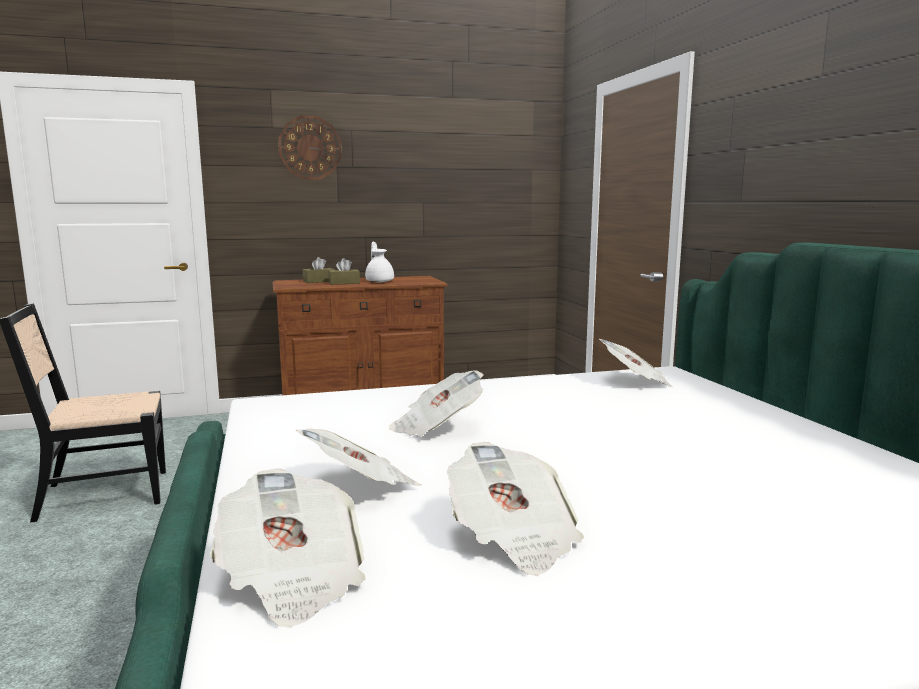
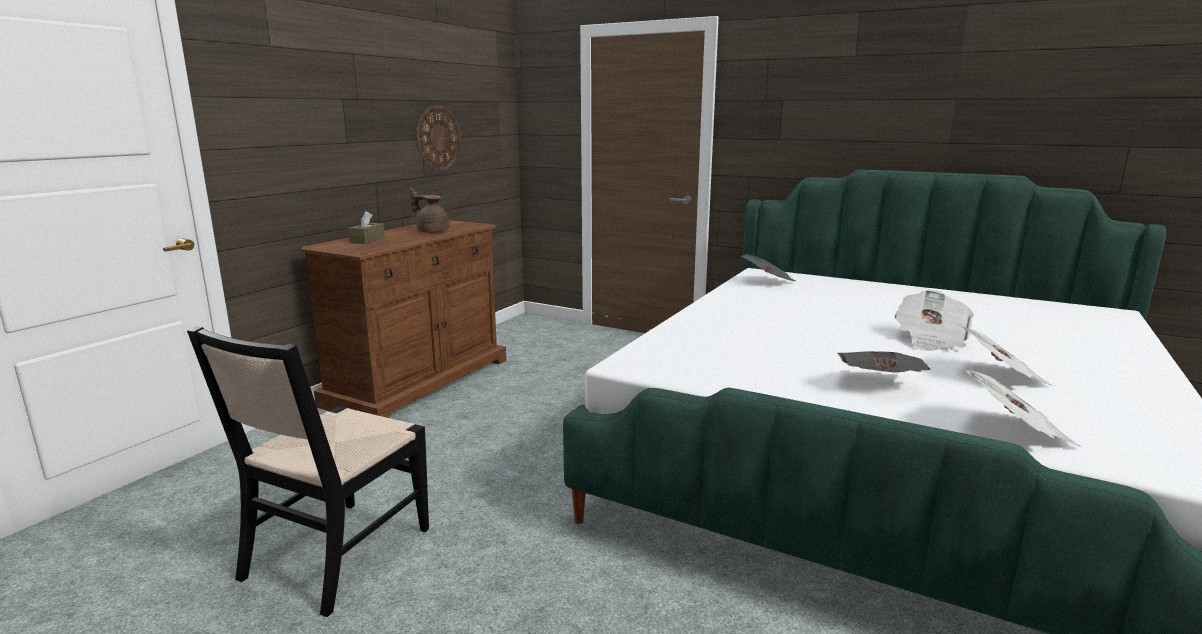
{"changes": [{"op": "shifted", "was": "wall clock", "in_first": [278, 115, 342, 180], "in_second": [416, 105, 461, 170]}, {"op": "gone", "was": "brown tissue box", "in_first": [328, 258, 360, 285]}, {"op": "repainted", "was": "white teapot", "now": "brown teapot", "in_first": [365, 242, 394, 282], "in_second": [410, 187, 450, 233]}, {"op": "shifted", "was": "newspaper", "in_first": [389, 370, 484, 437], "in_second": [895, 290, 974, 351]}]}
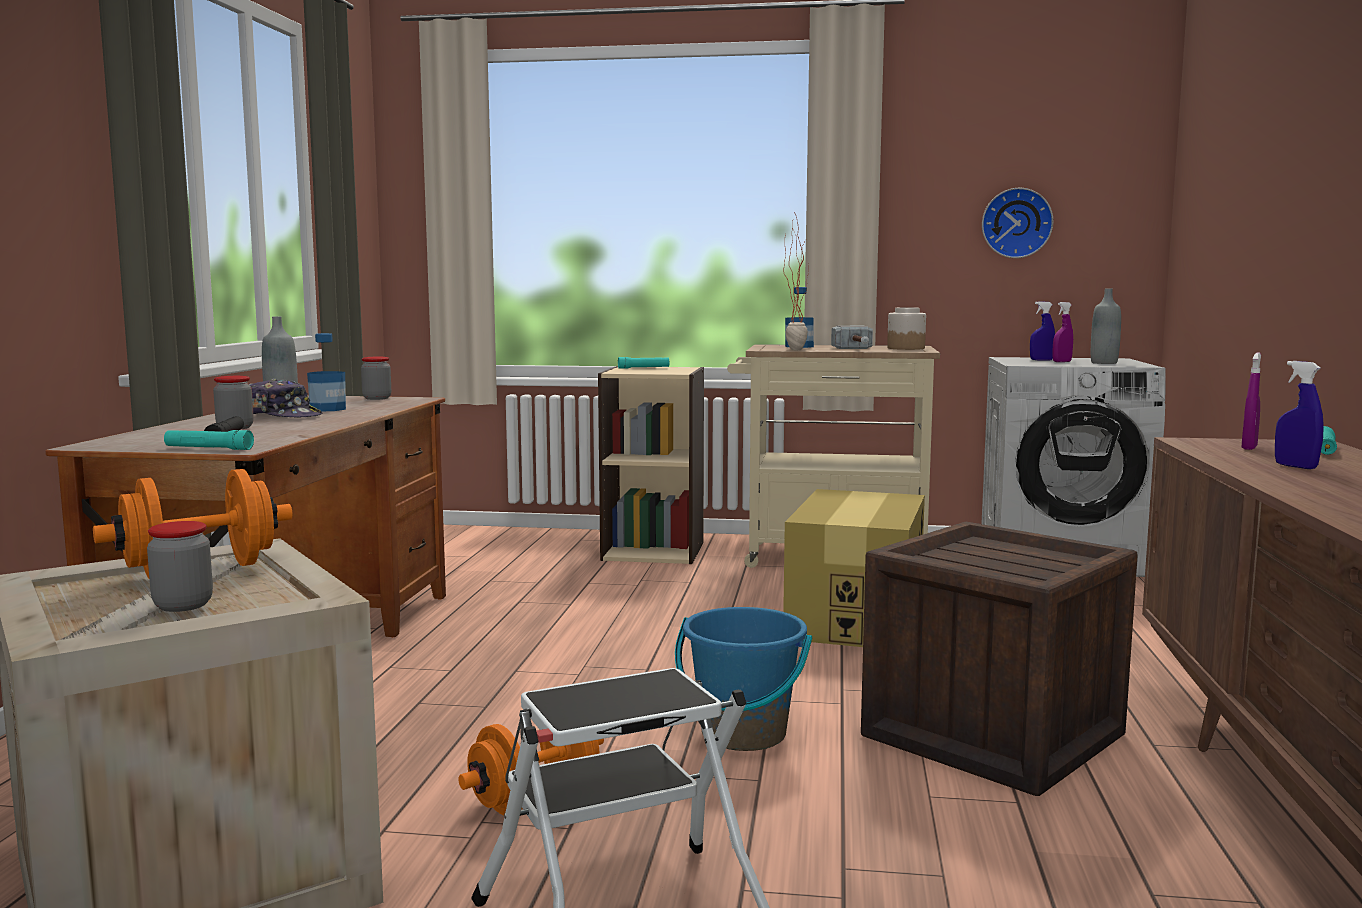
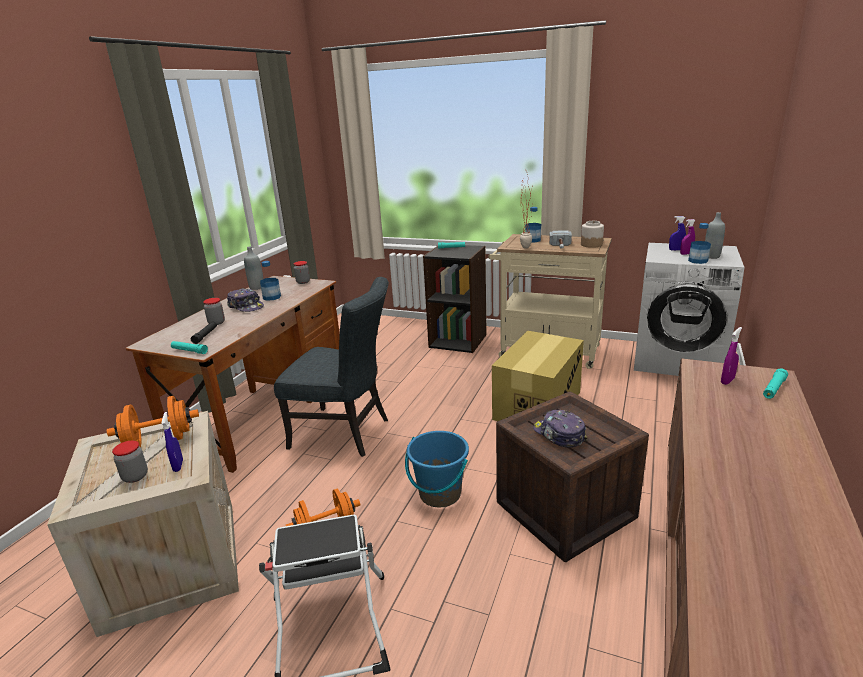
{"changes": [{"op": "repainted", "was": "beige bookcase", "now": "black bookcase", "in_first": [598, 366, 704, 564], "in_second": [423, 245, 487, 353]}, {"op": "gone", "was": "wall clock", "in_first": [982, 188, 1053, 258]}, {"op": "shifted", "was": "blue spray bottle", "in_first": [1275, 361, 1324, 469], "in_second": [161, 412, 183, 472]}, {"op": "new", "now": "grey chair", "in_second": [274, 277, 389, 457]}, {"op": "new", "now": "cap", "in_second": [533, 410, 588, 448]}, {"op": "new", "now": "bottle", "in_second": [688, 223, 711, 264]}]}
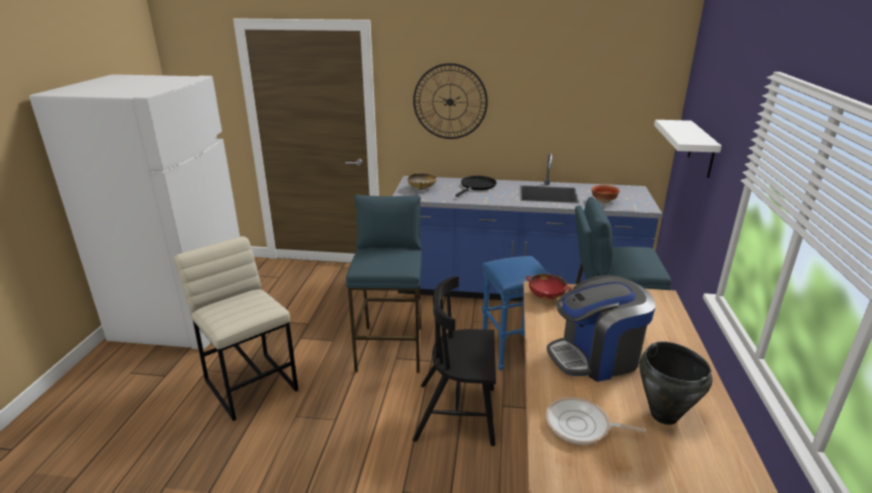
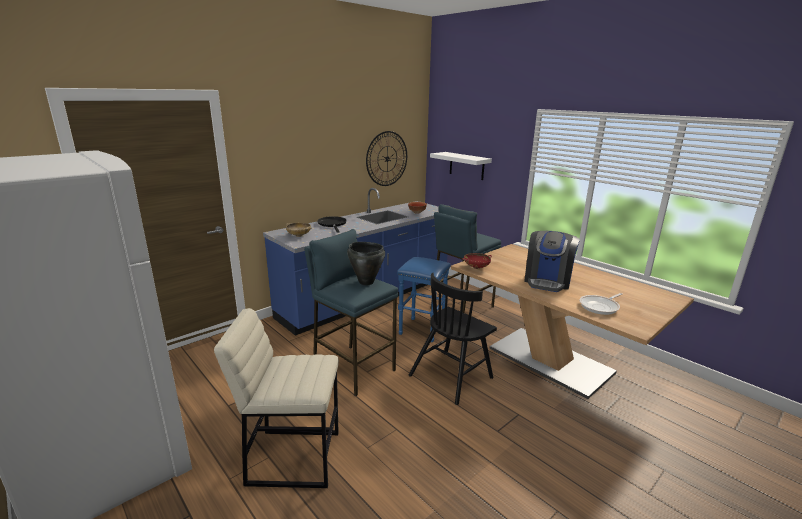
{"changes": [{"op": "shifted", "was": "wall clock", "in_first": [413, 63, 488, 139], "in_second": [366, 131, 407, 186]}, {"op": "shifted", "was": "black cooking pot", "in_first": [640, 341, 712, 425], "in_second": [347, 242, 385, 285]}]}
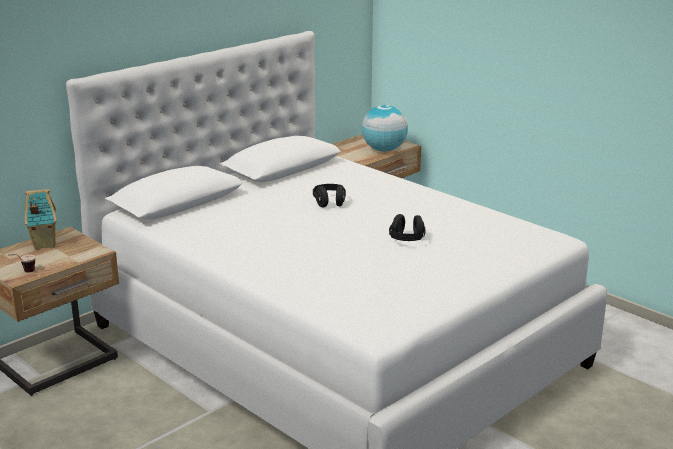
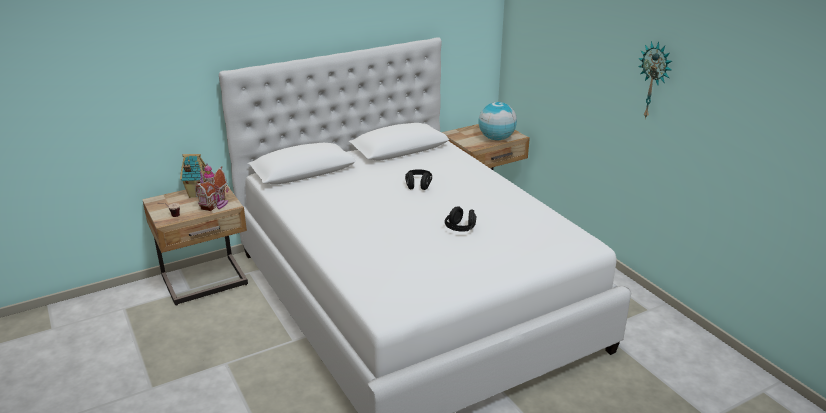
{"changes": [{"op": "new", "now": "toy house", "in_second": [195, 164, 228, 211]}, {"op": "new", "now": "wall clock", "in_second": [638, 41, 672, 119]}]}
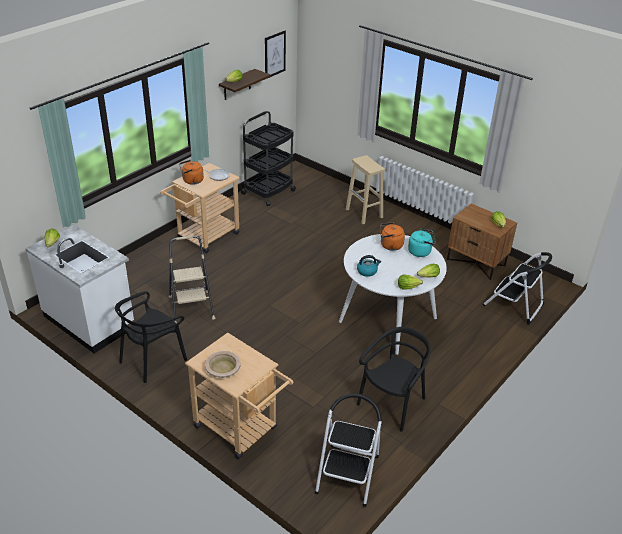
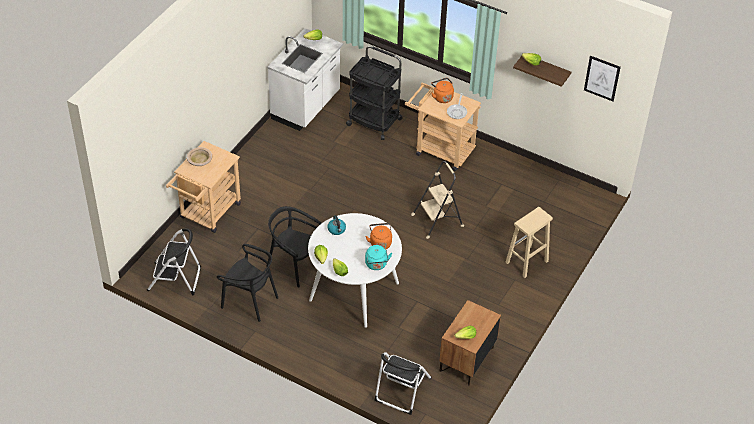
{"changes": [{"op": "shifted", "was": "black chair", "in_first": [115, 291, 187, 383], "in_second": [268, 206, 322, 287]}, {"op": "shifted", "was": "beige step ladder", "in_first": [168, 236, 216, 323], "in_second": [411, 161, 464, 239]}, {"op": "shifted", "was": "black cart", "in_first": [241, 111, 296, 206], "in_second": [346, 46, 403, 140]}]}
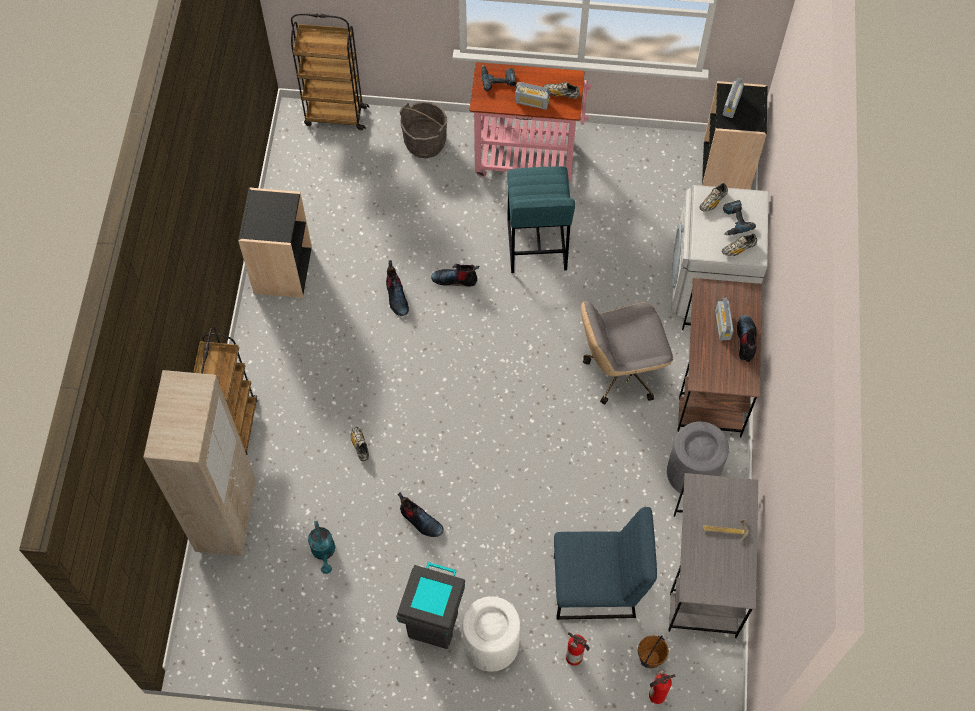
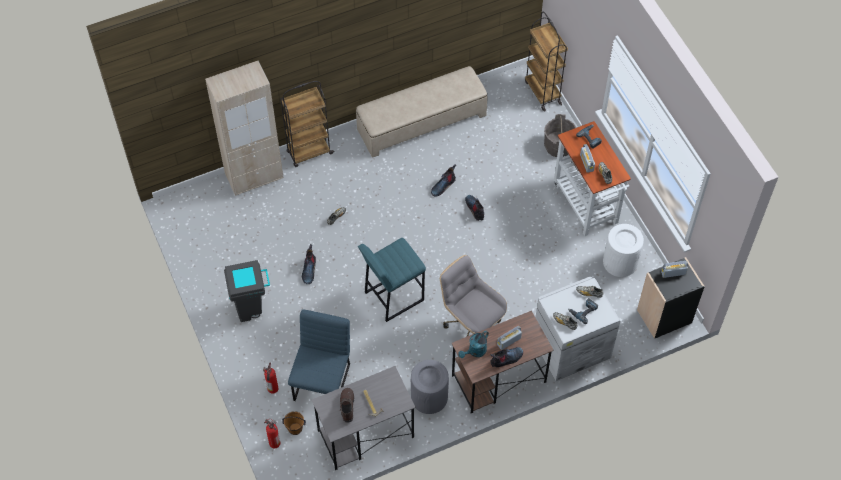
{"changes": [{"op": "swapped", "was": "black bookcase", "now": "beige bench", "in_first": [238, 187, 312, 298], "in_second": [356, 66, 488, 158]}, {"op": "shifted", "was": "turquoise watering can", "in_first": [308, 521, 335, 574], "in_second": [458, 331, 489, 358]}, {"op": "shifted", "was": "white trash can", "in_first": [462, 596, 520, 672], "in_second": [603, 224, 644, 277]}, {"op": "repainted", "was": "pink cart", "now": "white cart", "in_first": [469, 62, 591, 185], "in_second": [554, 121, 631, 236]}, {"op": "shifted", "was": "turquoise stool", "in_first": [507, 166, 575, 273], "in_second": [358, 238, 426, 322]}, {"op": "rotated", "was": "blue chair", "in_first": [554, 507, 657, 620], "in_second": [288, 309, 350, 401], "clockwise": -135}, {"op": "new", "now": "brown boot", "in_second": [339, 388, 354, 423]}]}
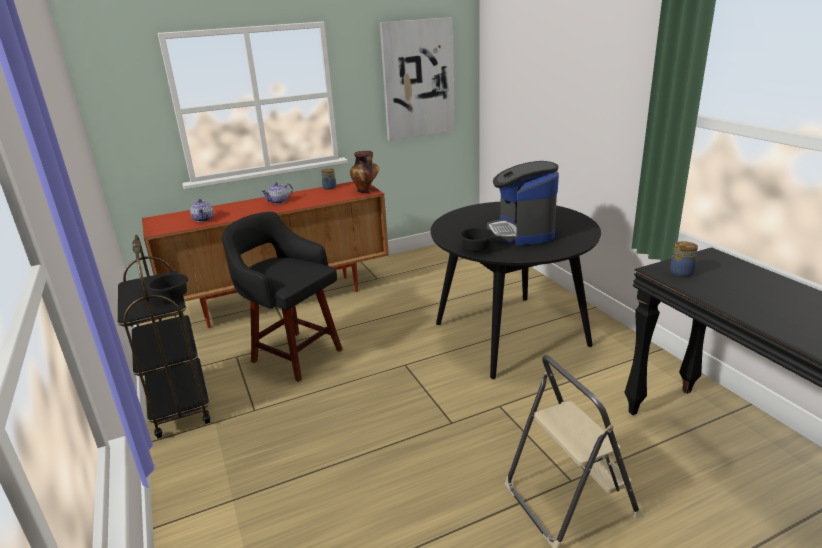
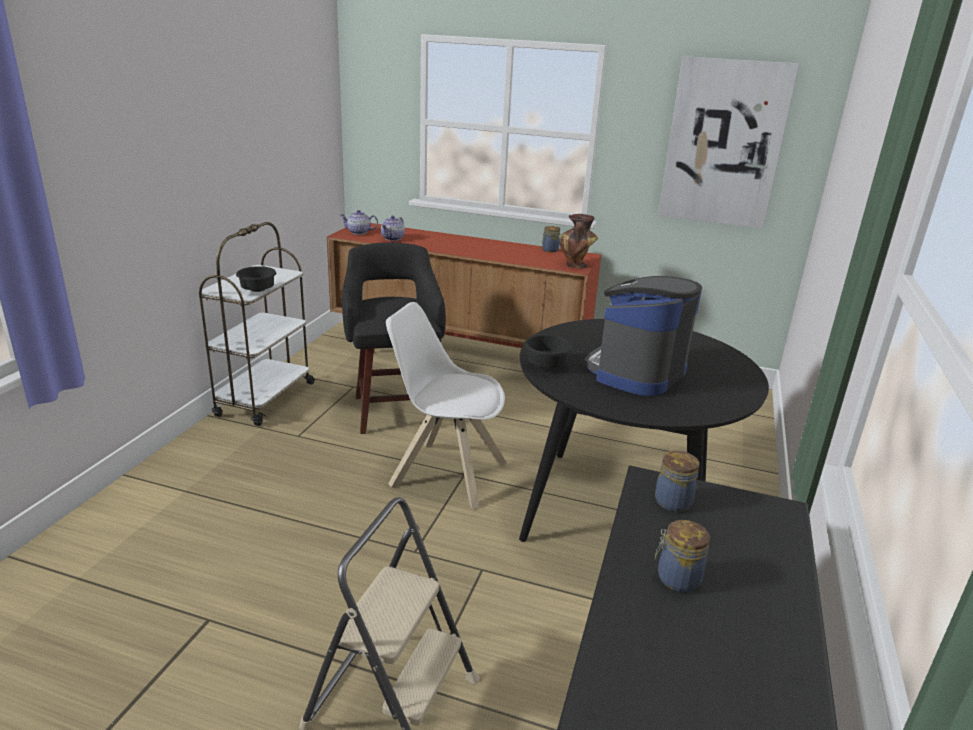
{"changes": [{"op": "repainted", "was": "black cart", "now": "white cart", "in_first": [118, 235, 210, 439], "in_second": [198, 222, 315, 426]}, {"op": "shifted", "was": "teapot", "in_first": [261, 182, 293, 204], "in_second": [340, 210, 378, 235]}, {"op": "new", "now": "white chair", "in_second": [386, 302, 507, 509]}, {"op": "new", "now": "jar", "in_second": [655, 520, 710, 592]}]}
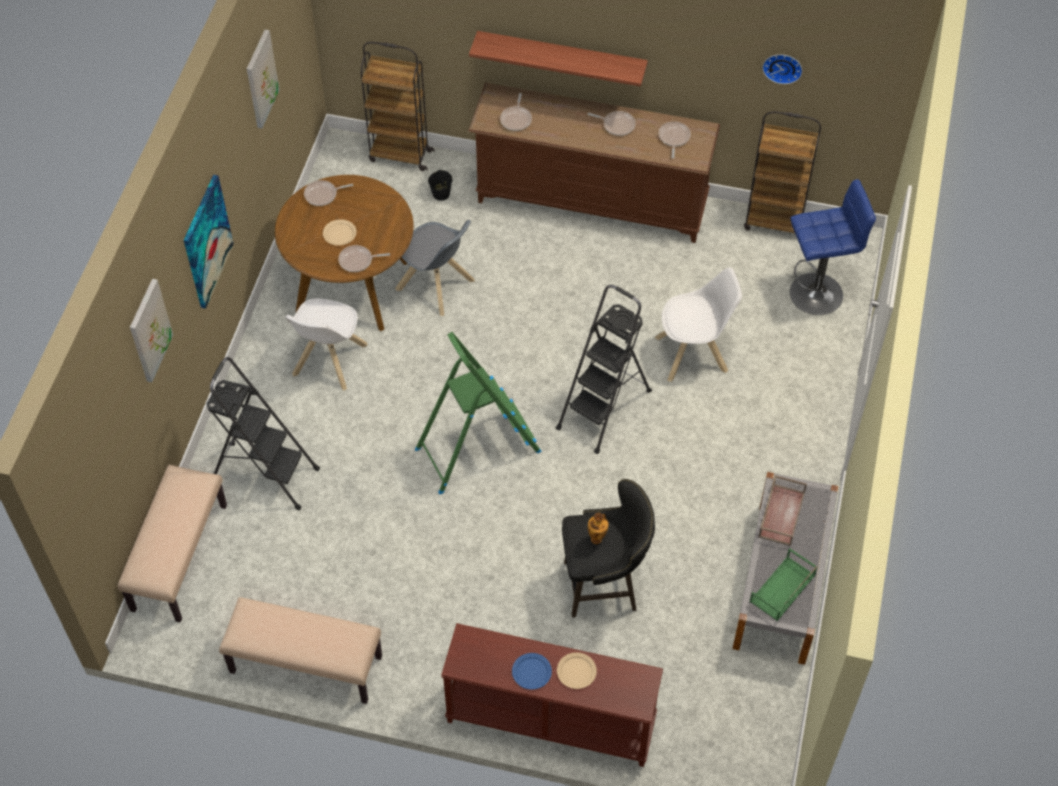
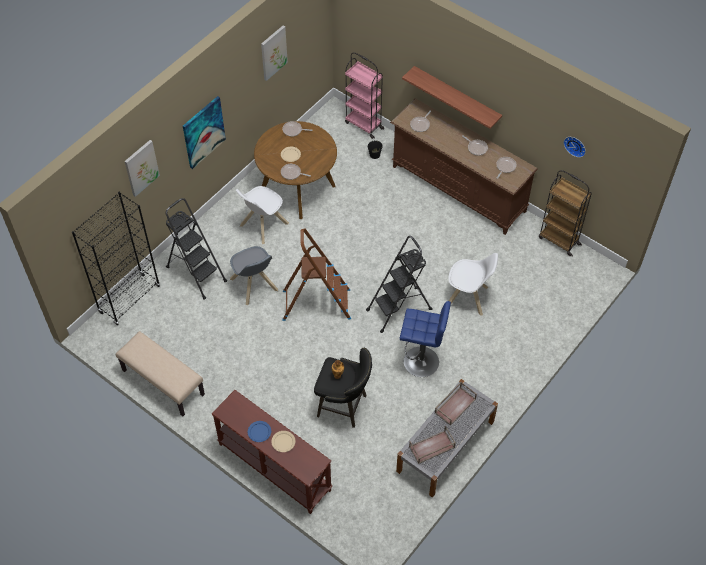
{"changes": [{"op": "swapped", "was": "beige bench", "now": "black bookcase", "in_first": [117, 465, 227, 623], "in_second": [72, 191, 160, 326]}, {"op": "repainted", "was": "brown cart", "now": "pink cart", "in_first": [361, 42, 435, 171], "in_second": [345, 53, 384, 139]}, {"op": "shifted", "was": "grey chair", "in_first": [395, 220, 475, 316], "in_second": [230, 246, 278, 305]}, {"op": "repainted", "was": "green step ladder", "now": "brown step ladder", "in_first": [415, 332, 541, 494], "in_second": [282, 228, 351, 321]}, {"op": "repainted", "was": "green tray", "now": "brown tray", "in_first": [750, 548, 817, 621], "in_second": [409, 426, 456, 464]}, {"op": "shifted", "was": "blue stool", "in_first": [790, 179, 876, 315], "in_second": [400, 301, 451, 377]}]}
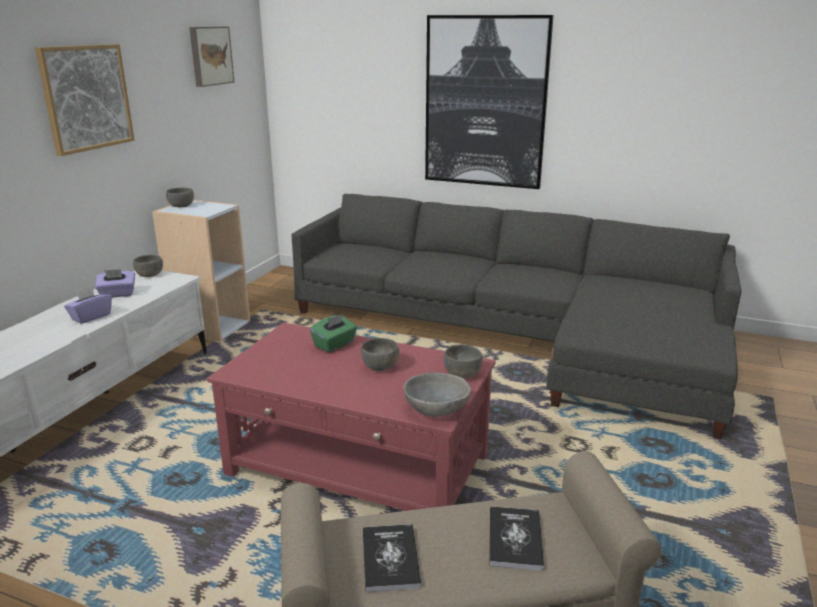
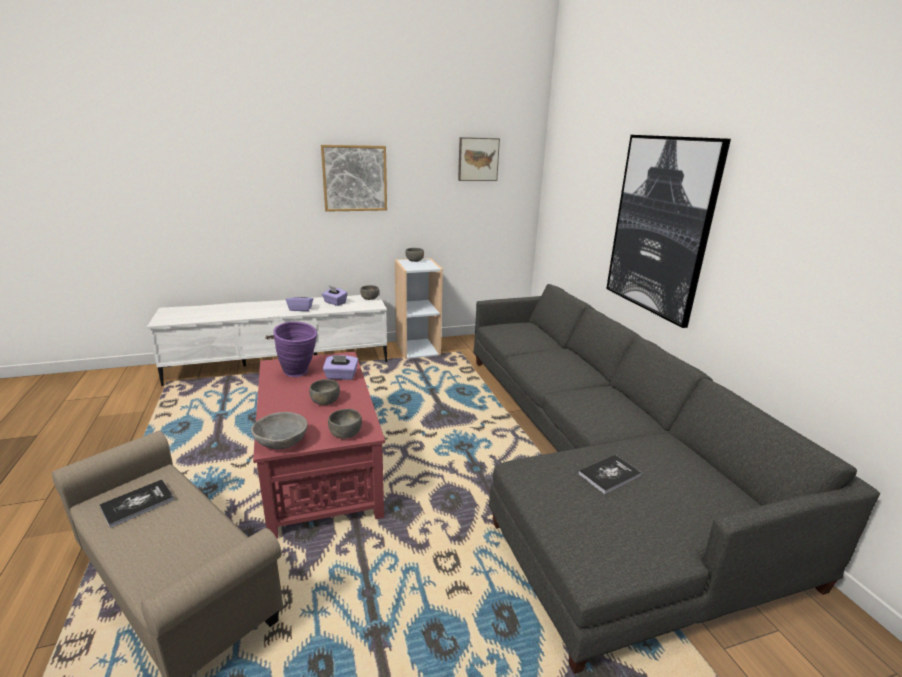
{"changes": [{"op": "repainted", "was": "green tissue box", "now": "purple tissue box", "in_first": [310, 313, 357, 352], "in_second": [323, 355, 358, 380]}, {"op": "shifted", "was": "book", "in_first": [489, 507, 544, 571], "in_second": [578, 455, 642, 494]}, {"op": "new", "now": "purple vase", "in_second": [273, 322, 317, 377]}]}
